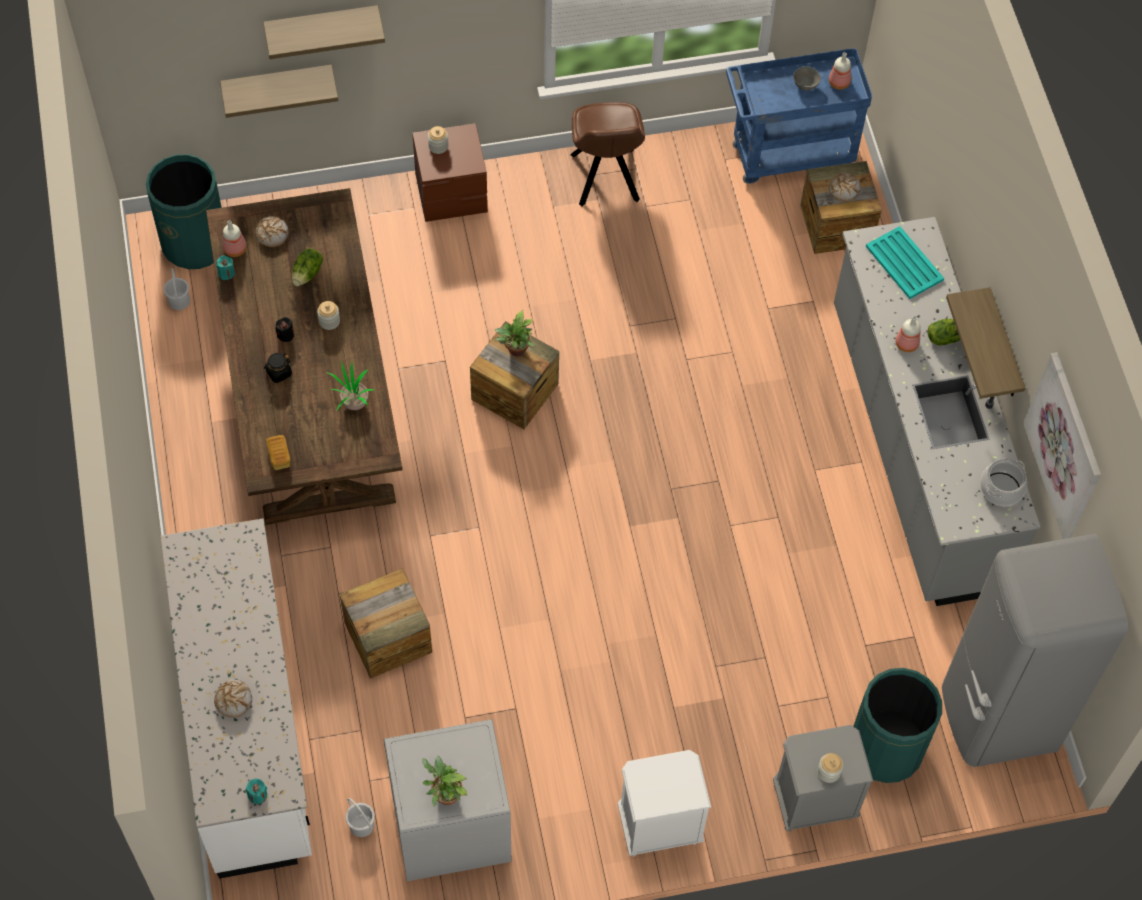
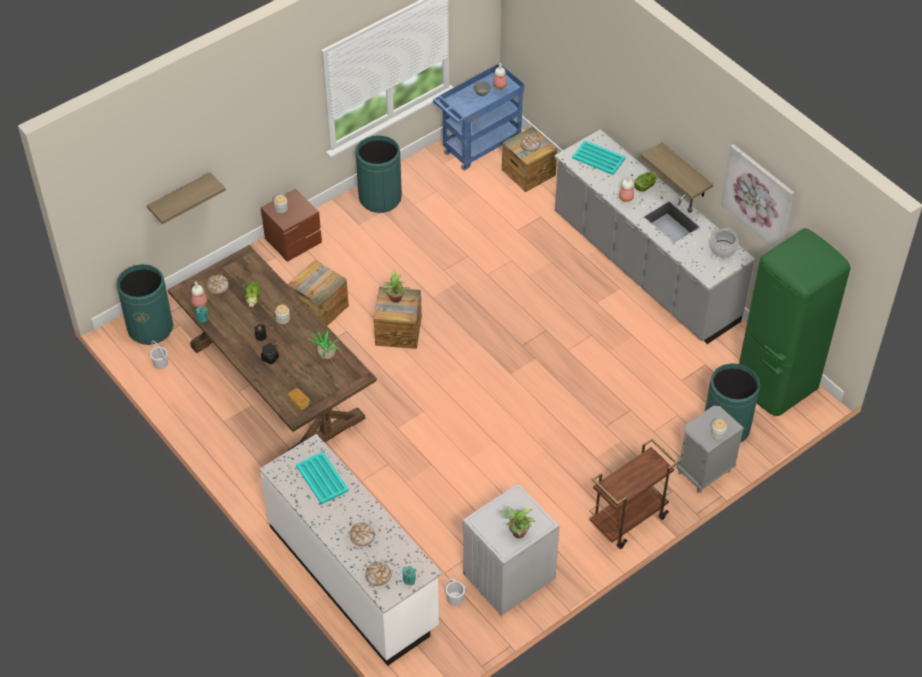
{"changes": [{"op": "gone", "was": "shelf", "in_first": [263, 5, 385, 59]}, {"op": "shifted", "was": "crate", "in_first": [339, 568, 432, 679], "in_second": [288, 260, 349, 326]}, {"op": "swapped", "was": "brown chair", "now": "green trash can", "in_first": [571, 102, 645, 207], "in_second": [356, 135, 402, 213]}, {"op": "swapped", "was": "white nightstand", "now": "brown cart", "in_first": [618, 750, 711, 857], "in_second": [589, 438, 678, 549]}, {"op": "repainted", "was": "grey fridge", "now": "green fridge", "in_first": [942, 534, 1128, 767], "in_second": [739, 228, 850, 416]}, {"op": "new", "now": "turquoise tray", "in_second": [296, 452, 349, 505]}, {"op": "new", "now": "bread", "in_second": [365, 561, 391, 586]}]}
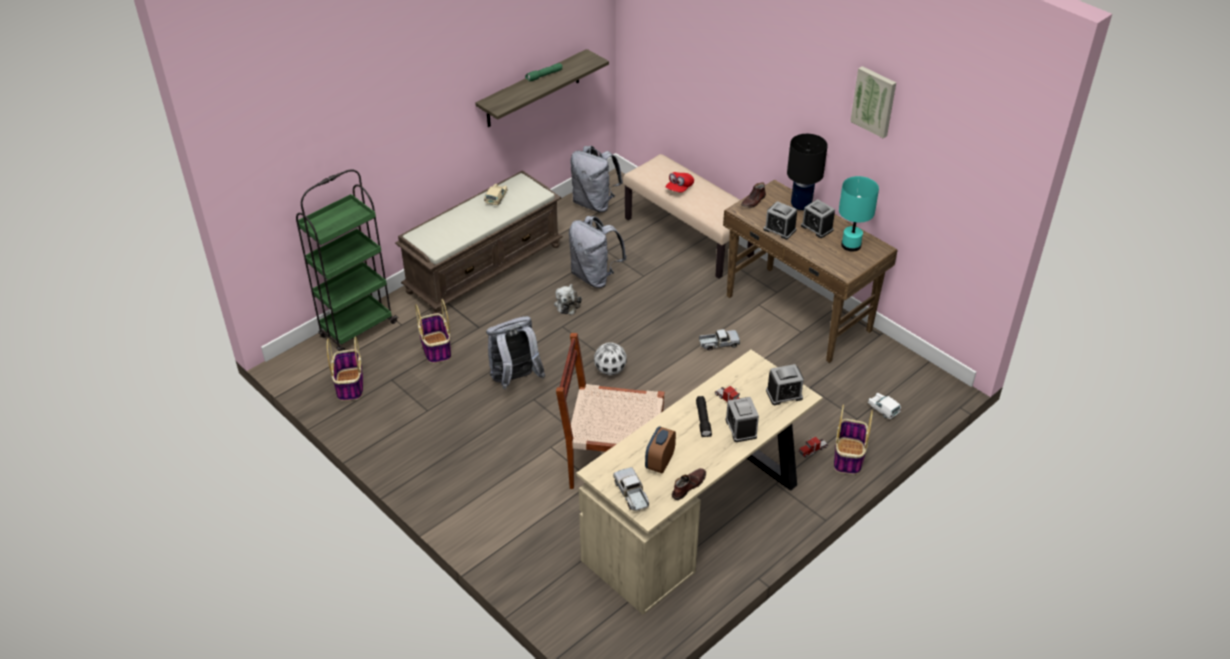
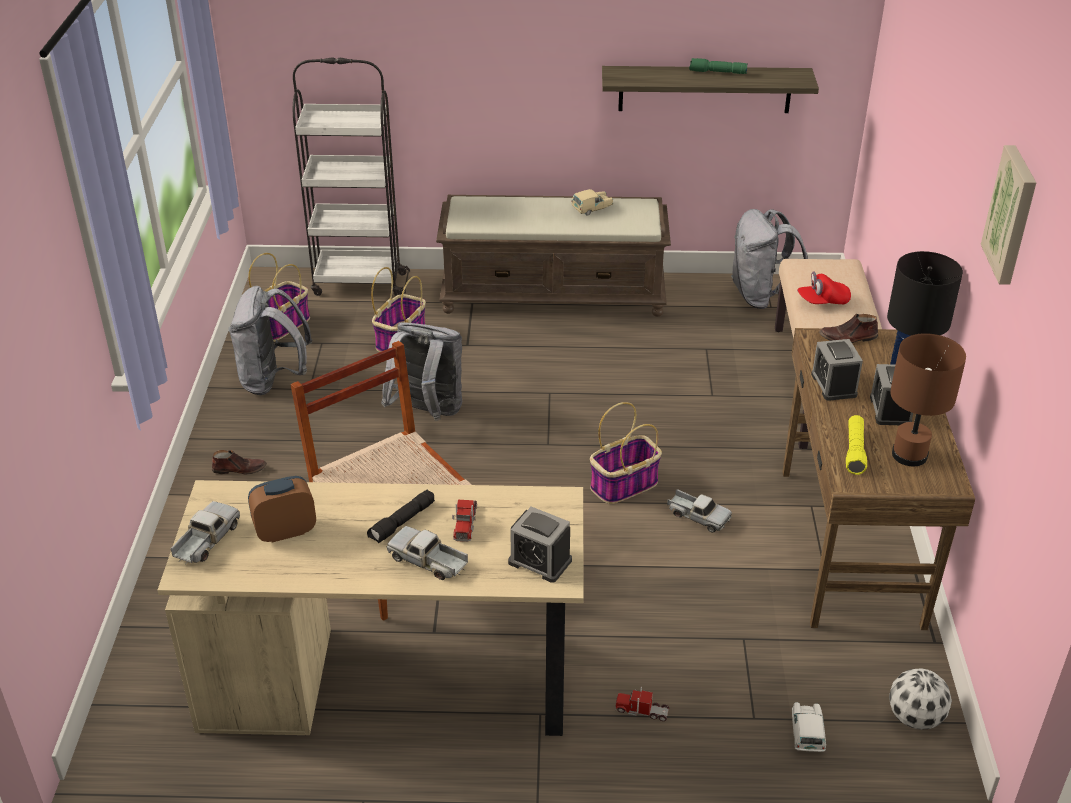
{"changes": [{"op": "repainted", "was": "green cart", "now": "white cart", "in_first": [296, 169, 398, 351], "in_second": [293, 58, 410, 296]}, {"op": "gone", "was": "plush toy", "in_first": [554, 284, 582, 315]}, {"op": "shifted", "was": "grey backpack", "in_first": [569, 216, 627, 288], "in_second": [228, 286, 312, 395]}, {"op": "shifted", "was": "football", "in_first": [594, 342, 626, 375], "in_second": [889, 668, 952, 730]}, {"op": "shifted", "was": "brown shoe", "in_first": [672, 468, 706, 500], "in_second": [212, 450, 267, 475]}, {"op": "swapped", "was": "alarm clock", "now": "toy truck", "in_first": [726, 397, 759, 442], "in_second": [387, 526, 468, 580]}, {"op": "shifted", "was": "basket", "in_first": [834, 404, 873, 474], "in_second": [590, 402, 662, 504]}, {"op": "repainted", "was": "turquoise table lamp", "now": "brown table lamp", "in_first": [839, 176, 879, 252], "in_second": [890, 333, 966, 466]}, {"op": "new", "now": "yellow flashlight", "in_second": [846, 415, 867, 475]}]}
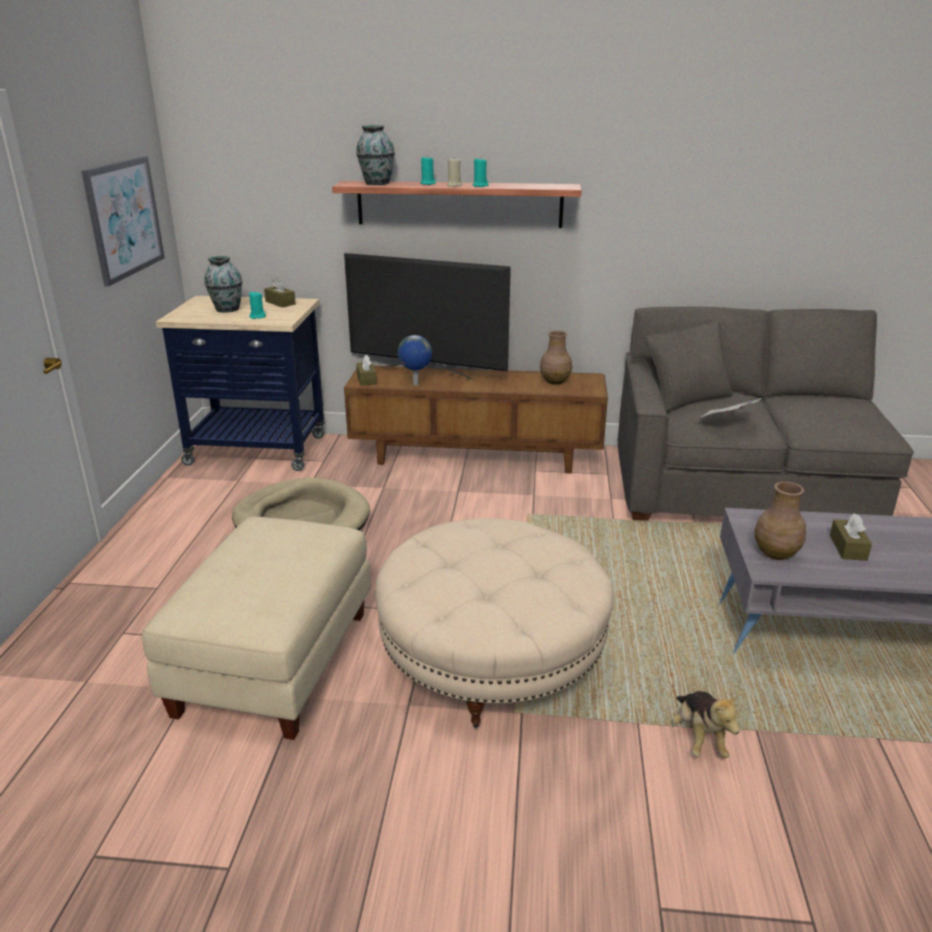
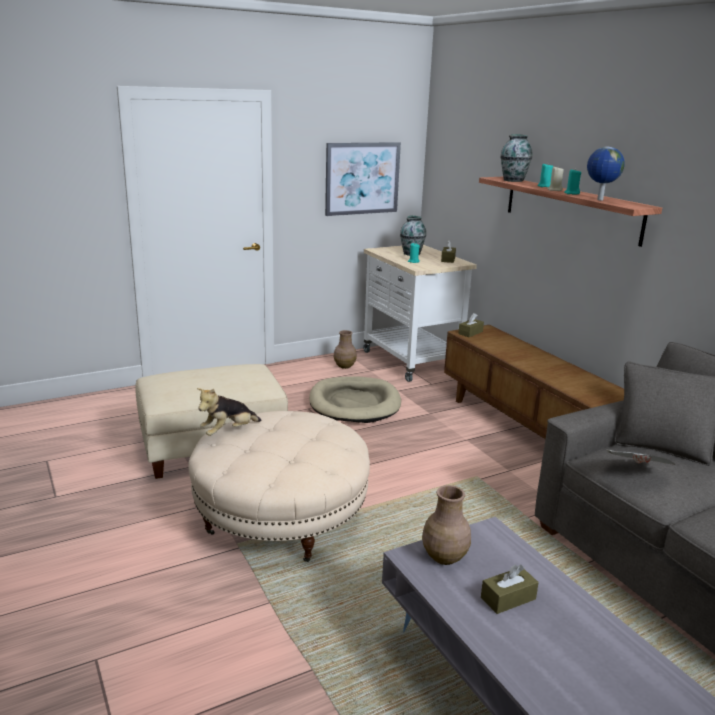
{"changes": [{"op": "repainted", "was": "blue cart", "now": "white cart", "in_first": [156, 296, 324, 471], "in_second": [363, 245, 477, 382]}, {"op": "gone", "was": "television", "in_first": [344, 253, 511, 380]}, {"op": "shifted", "was": "globe", "in_first": [397, 335, 432, 385], "in_second": [587, 147, 625, 201]}, {"op": "shifted", "was": "brown vase", "in_first": [540, 331, 572, 385], "in_second": [334, 330, 357, 369]}, {"op": "shifted", "was": "plush toy", "in_first": [673, 691, 740, 758], "in_second": [197, 388, 261, 436]}]}
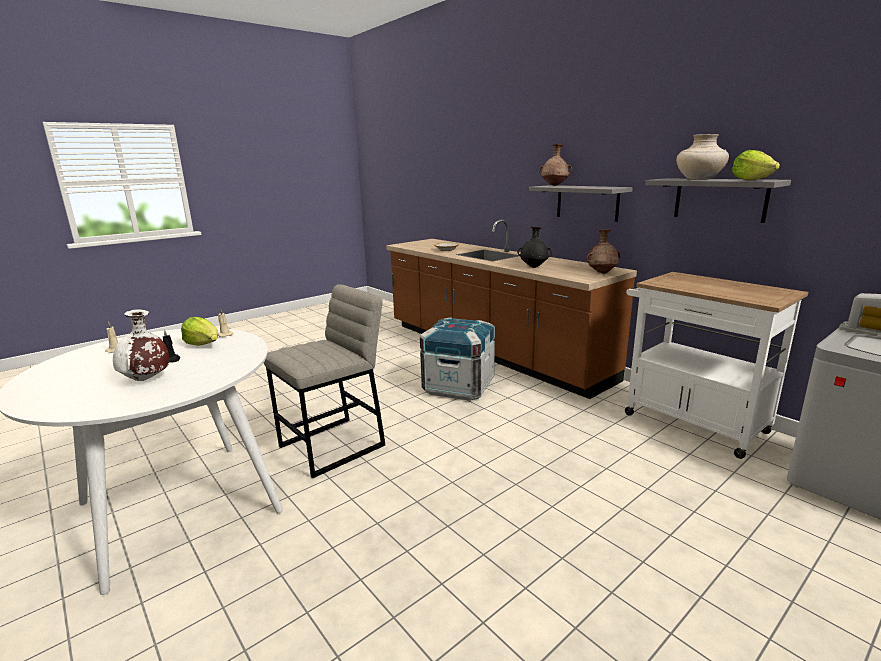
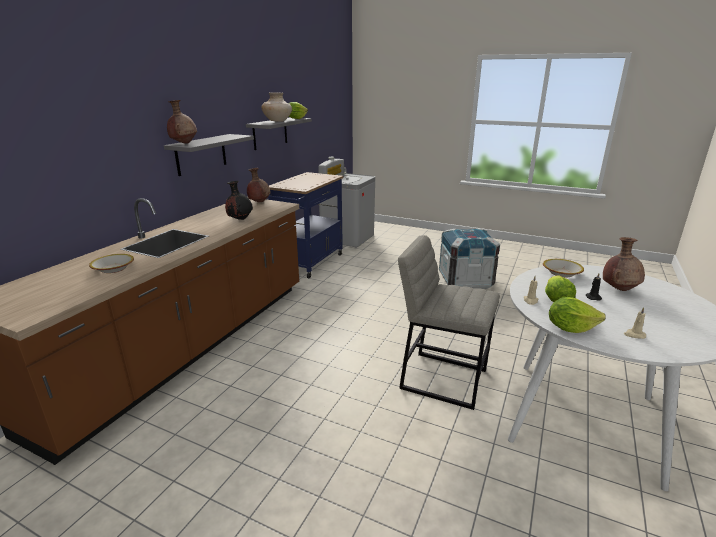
{"changes": [{"op": "repainted", "was": "white vase", "now": "brown vase", "in_first": [113, 309, 169, 381], "in_second": [603, 237, 645, 291]}, {"op": "shifted", "was": "crate", "in_first": [420, 318, 495, 401], "in_second": [439, 228, 500, 289]}, {"op": "repainted", "was": "white cart", "now": "blue cart", "in_first": [625, 272, 808, 459], "in_second": [267, 172, 343, 279]}, {"op": "new", "now": "bowl", "in_second": [543, 259, 584, 277]}, {"op": "new", "now": "lettuce", "in_second": [549, 297, 606, 333]}]}
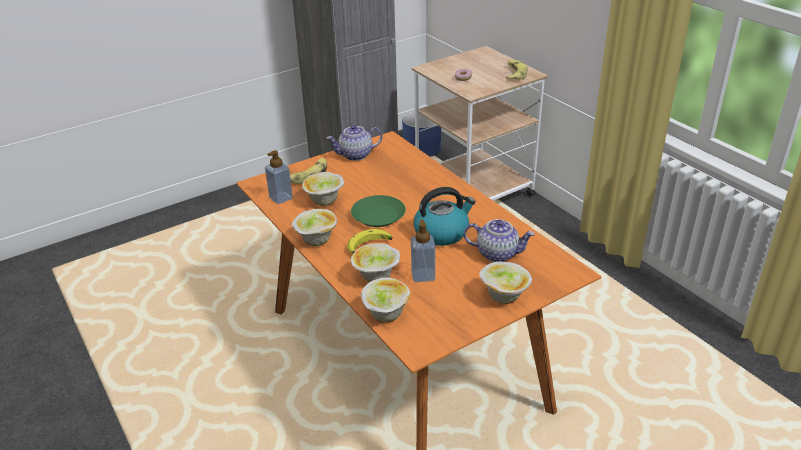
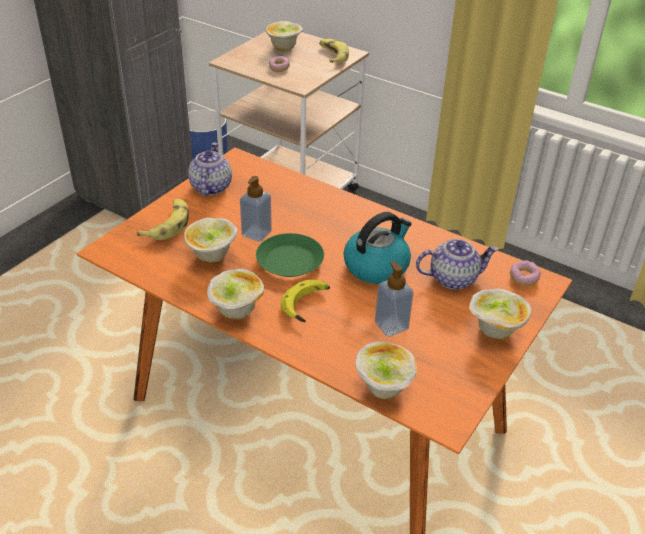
{"changes": [{"op": "shifted", "was": "soap dispenser", "in_first": [265, 150, 293, 204], "in_second": [240, 176, 272, 242]}, {"op": "rotated", "was": "teapot", "in_first": [326, 125, 382, 161], "in_second": [188, 143, 232, 196], "clockwise": 135}, {"op": "shifted", "was": "bowl", "in_first": [351, 243, 400, 282], "in_second": [266, 21, 303, 50]}, {"op": "new", "now": "donut", "in_second": [510, 260, 541, 286]}]}
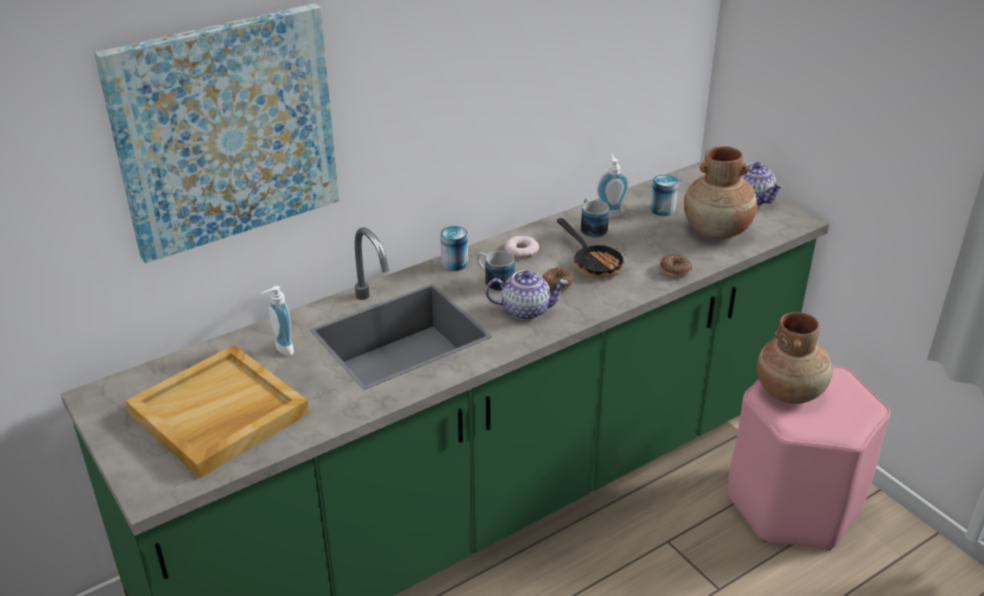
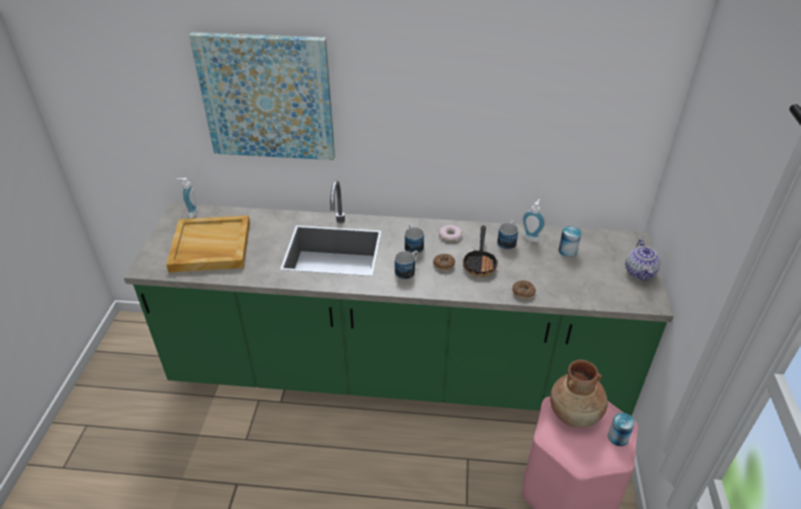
{"changes": [{"op": "shifted", "was": "soap dispenser", "in_first": [261, 286, 294, 356], "in_second": [176, 178, 198, 218]}, {"op": "shifted", "was": "can", "in_first": [440, 226, 468, 271], "in_second": [608, 413, 635, 446]}, {"op": "swapped", "was": "teapot", "now": "mug", "in_first": [485, 270, 568, 320], "in_second": [395, 251, 419, 279]}, {"op": "gone", "was": "brown vase", "in_first": [684, 146, 757, 239]}]}
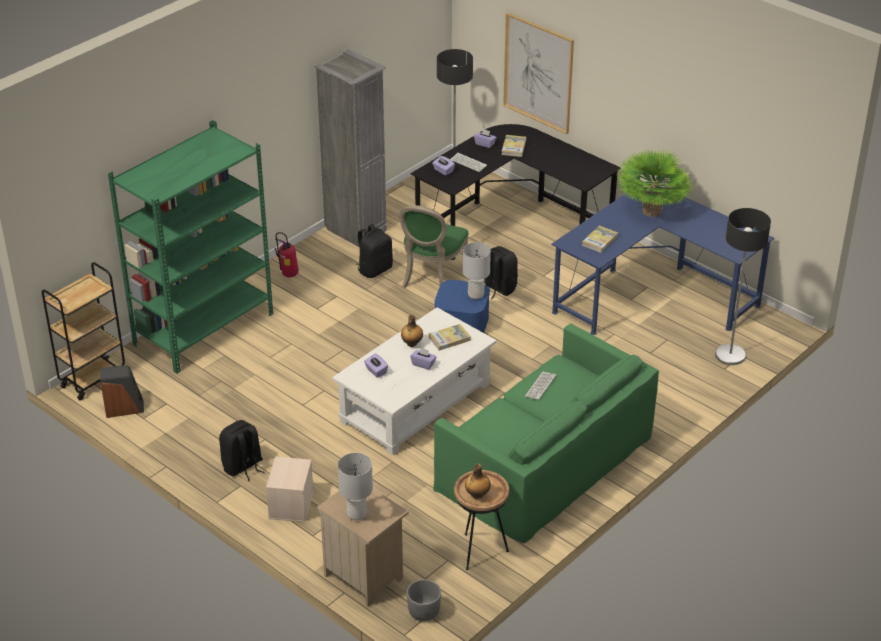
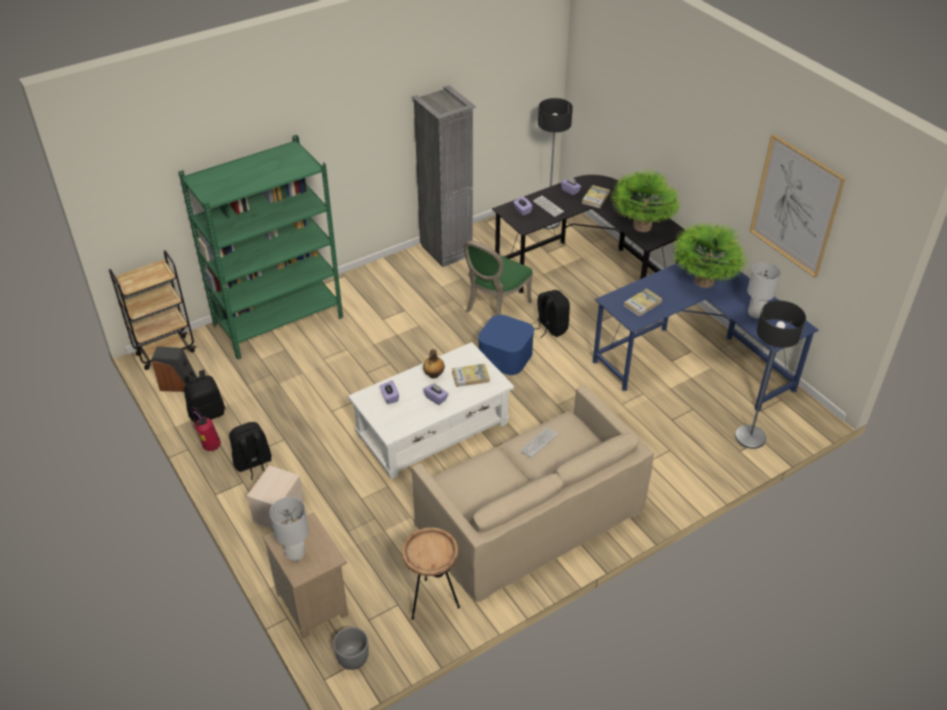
{"changes": [{"op": "shifted", "was": "fire extinguisher", "in_first": [275, 232, 299, 277], "in_second": [191, 407, 221, 451]}, {"op": "shifted", "was": "black backpack", "in_first": [356, 224, 393, 278], "in_second": [184, 370, 225, 422]}, {"op": "repainted", "was": "green sofa", "now": "beige sofa", "in_first": [433, 324, 659, 543], "in_second": [412, 385, 654, 602]}, {"op": "shifted", "was": "grey table lamp", "in_first": [463, 242, 491, 299], "in_second": [747, 262, 781, 319]}, {"op": "gone", "was": "bottle", "in_first": [465, 464, 491, 499]}, {"op": "shifted", "was": "picture", "in_first": [503, 13, 574, 134], "in_second": [749, 134, 846, 278]}, {"op": "new", "now": "potted plant", "in_second": [611, 168, 681, 232]}]}
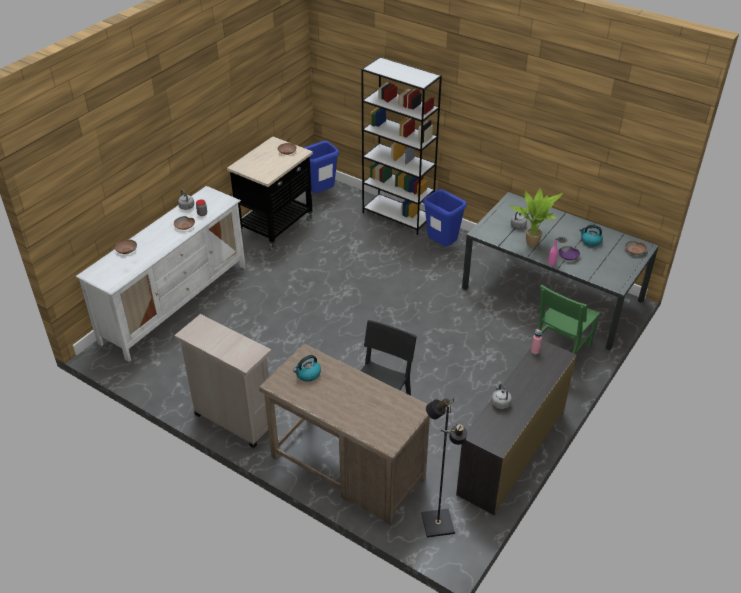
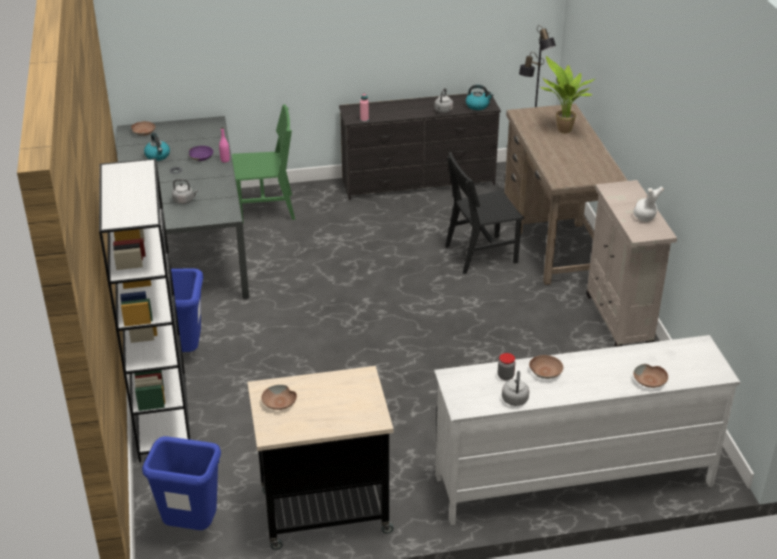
{"changes": [{"op": "shifted", "was": "kettle", "in_first": [293, 355, 321, 382], "in_second": [466, 85, 494, 110]}, {"op": "shifted", "was": "potted plant", "in_first": [510, 188, 563, 247], "in_second": [540, 56, 596, 133]}, {"op": "new", "now": "white vase", "in_second": [633, 186, 664, 222]}]}
